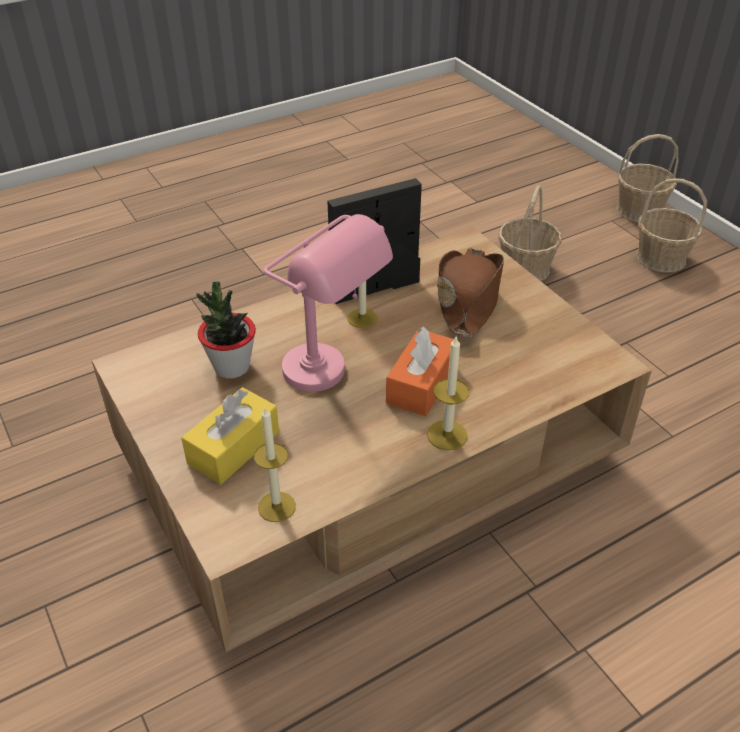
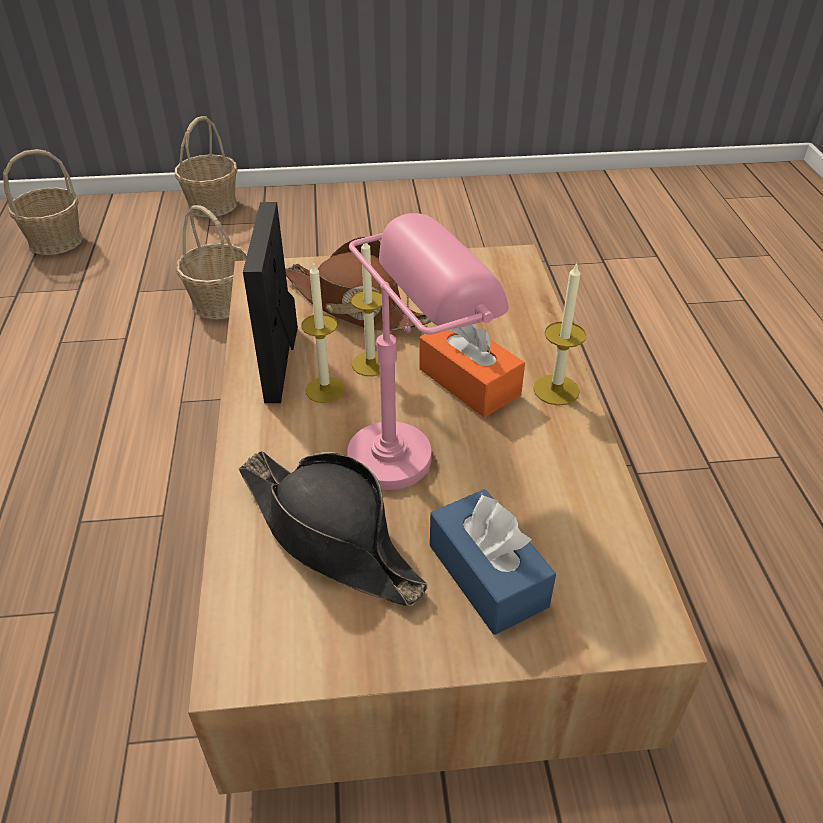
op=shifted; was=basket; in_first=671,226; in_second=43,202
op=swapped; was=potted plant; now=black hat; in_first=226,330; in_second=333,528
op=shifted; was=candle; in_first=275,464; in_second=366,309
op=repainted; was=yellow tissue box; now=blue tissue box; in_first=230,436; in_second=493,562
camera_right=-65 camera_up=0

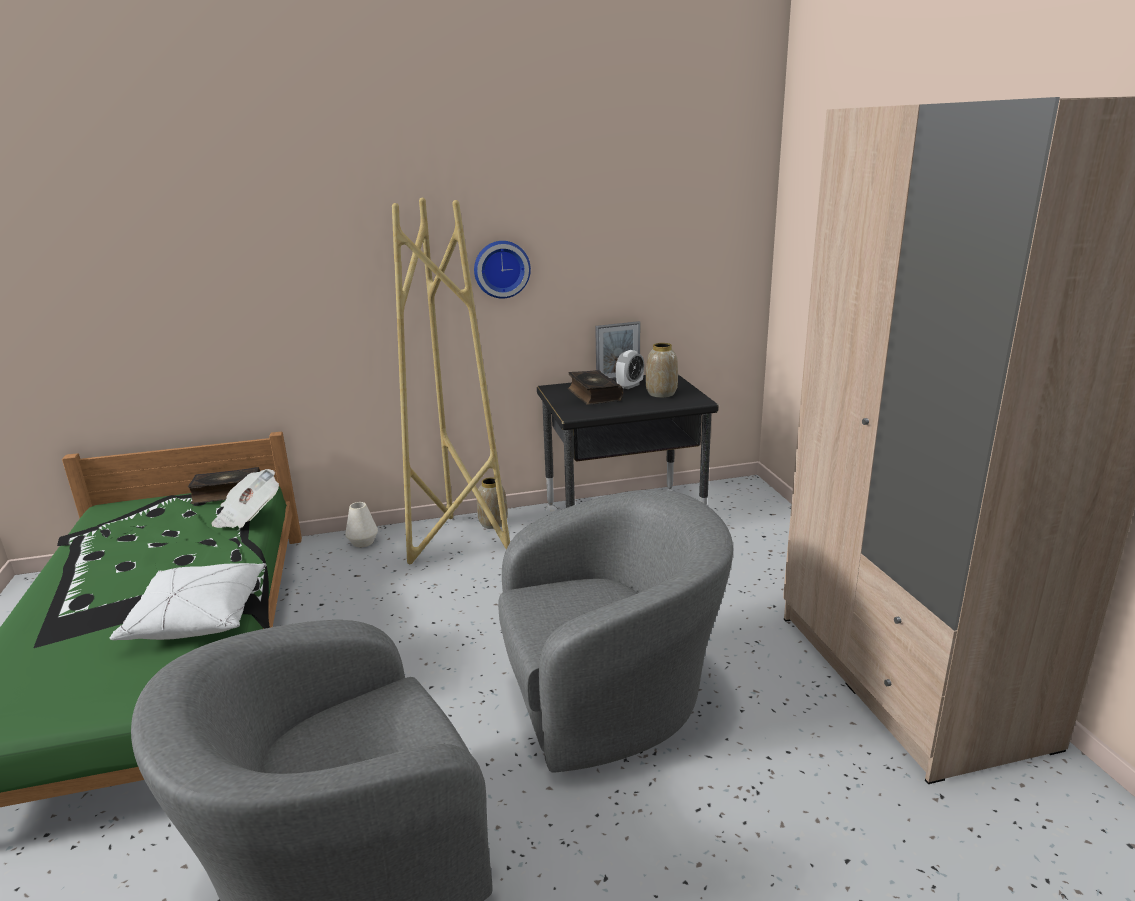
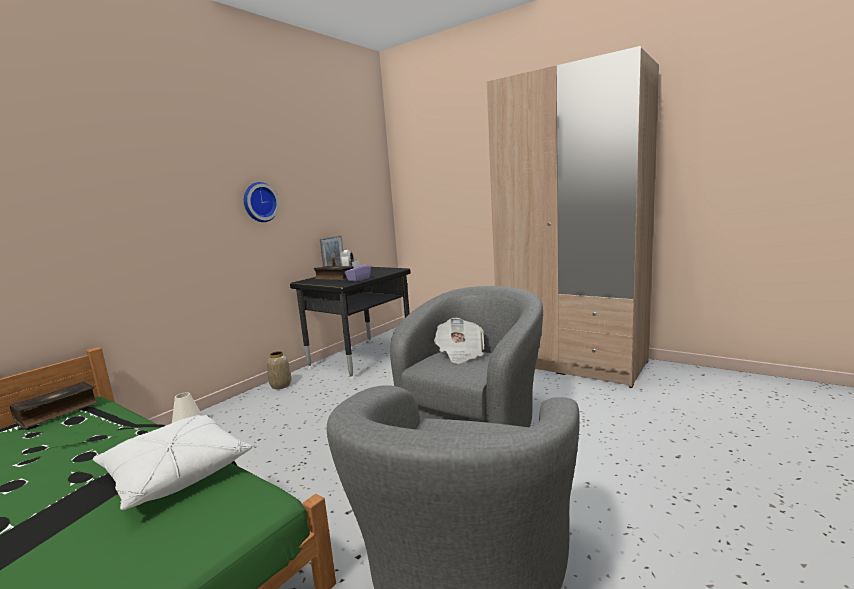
op=new; now=purple tissue box; in_second=357,271
op=shifted; was=newspaper; in_first=245,498; in_second=459,341
op=gone; was=yellow clothes rack; in_first=451,381
op=gone; was=vase; in_first=662,370
camera_right=-40 camera_up=-10

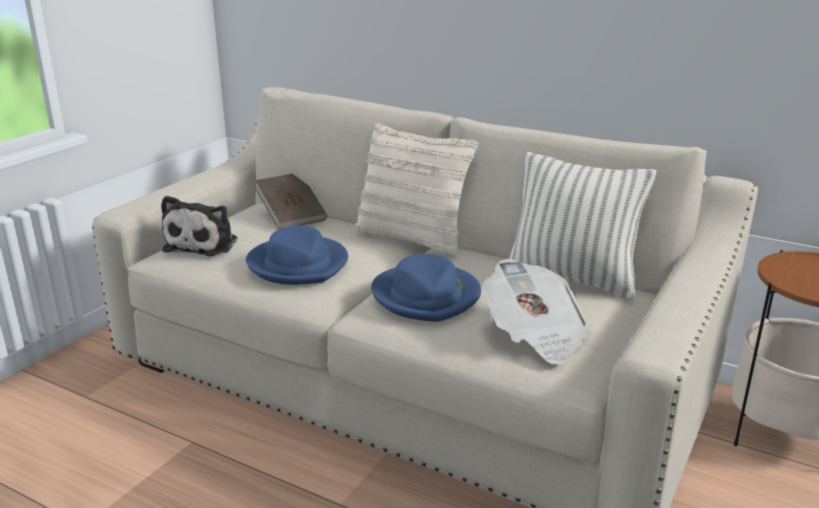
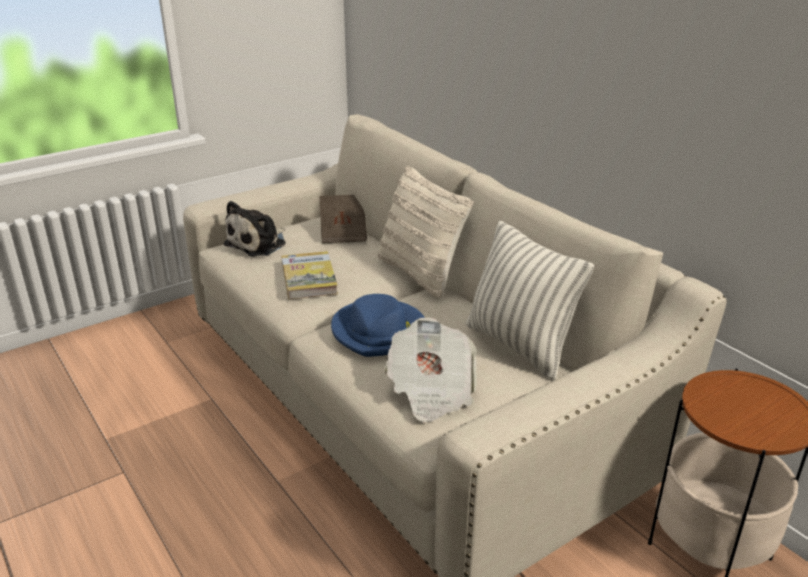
op=swapped; was=blue hat; now=book; in_first=297,255; in_second=309,275
camera_right=25 camera_up=5

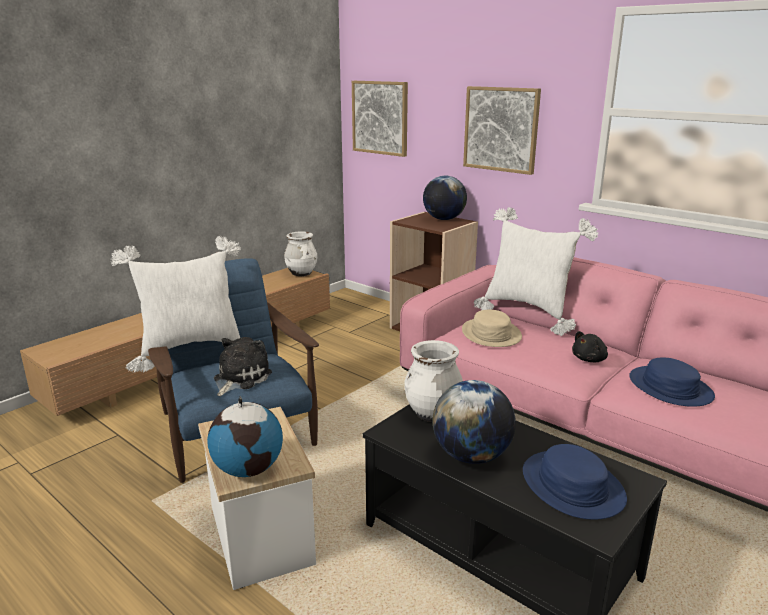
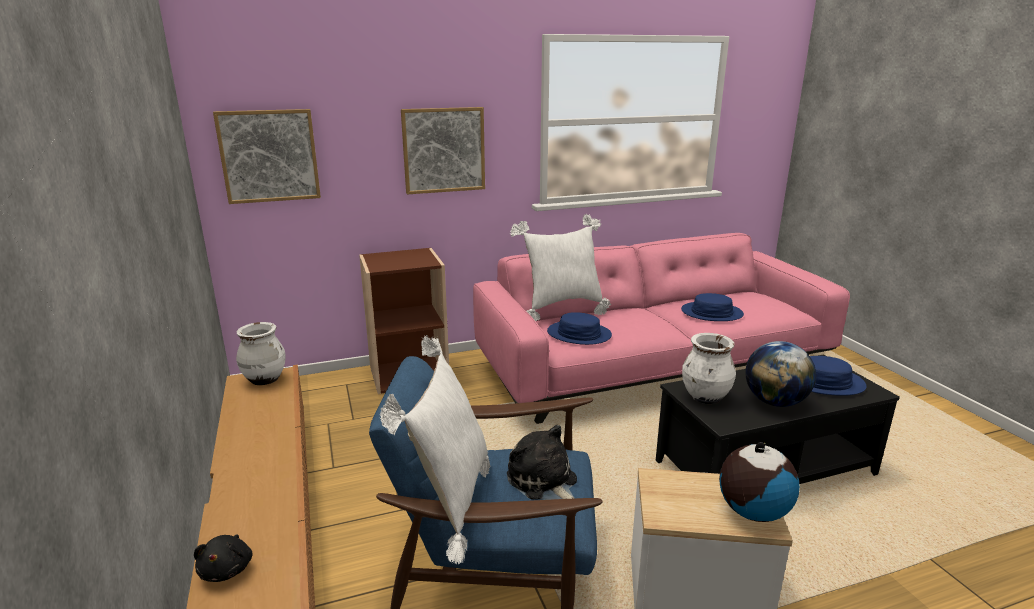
op=shifted; was=black plush toy; in_first=590,346; in_second=223,558
op=repainted; was=beige hat; now=blue hat; in_first=492,328; in_second=579,328
op=gone; was=globe; in_first=445,198
camera_right=-60 camera_up=0

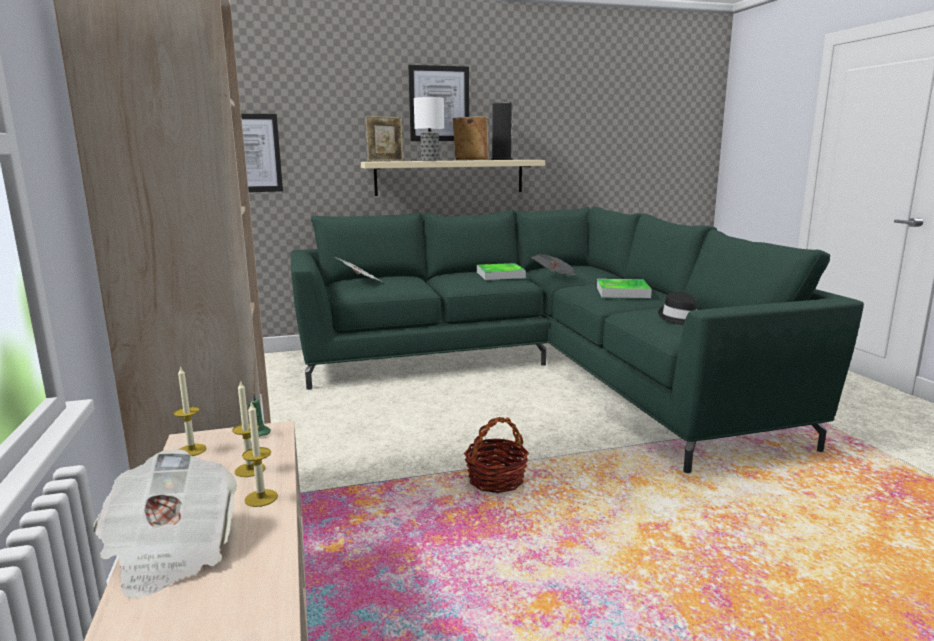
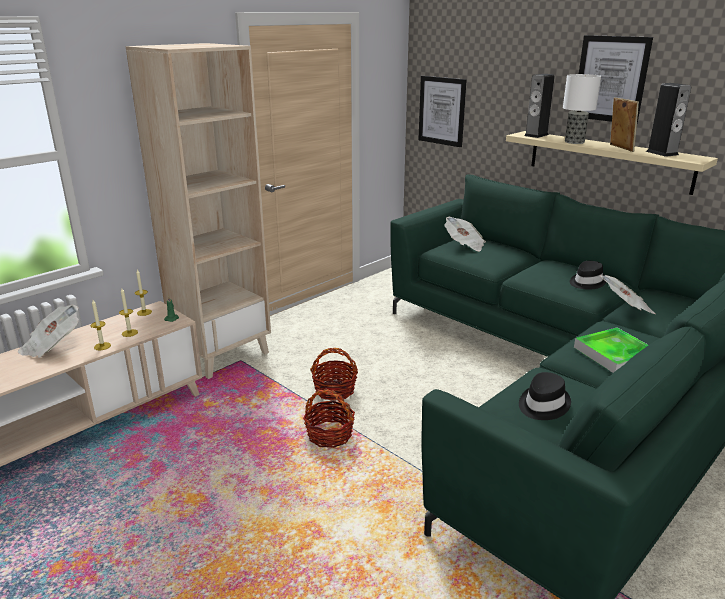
op=new; now=basket; in_second=334,374
op=swapped; was=picture frame; now=speaker; in_first=384,138; in_second=539,106
op=swapped; was=tray; now=black hat; in_first=501,271; in_second=588,275
camera_right=60 camera_up=10

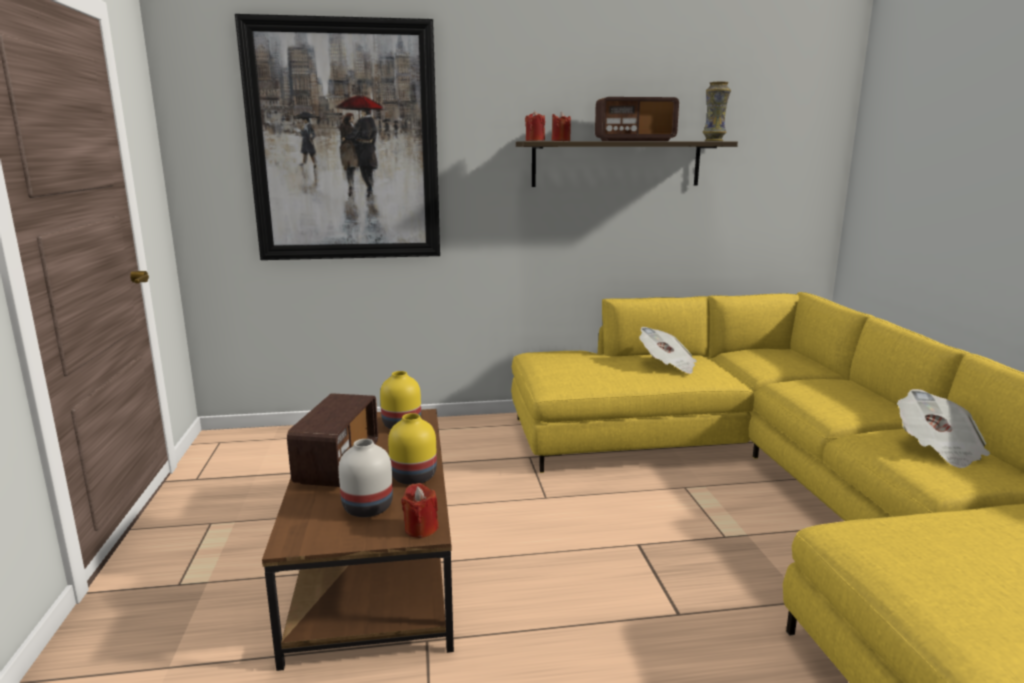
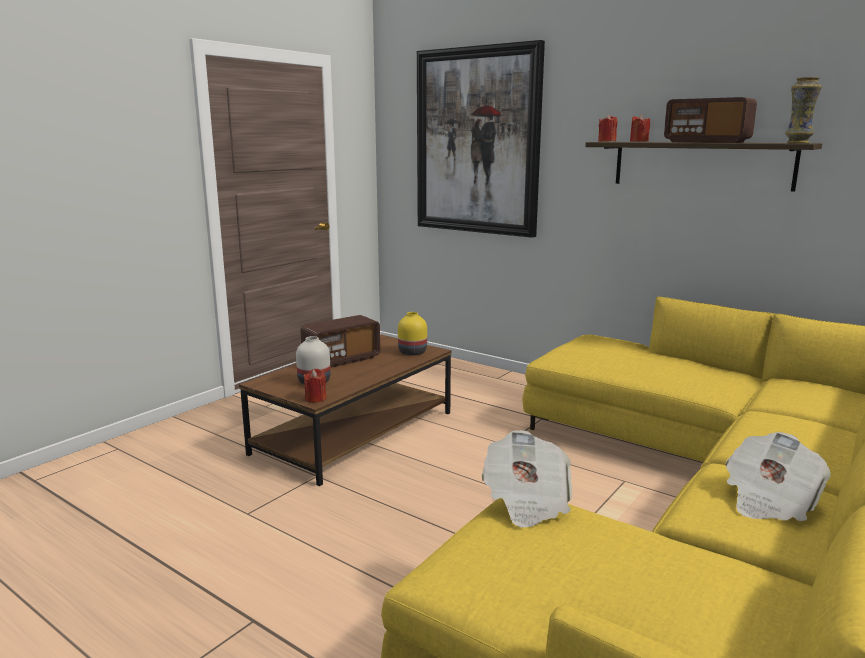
op=shifted; was=newspaper; in_first=668,350; in_second=526,479
op=gone; was=yellow vase; in_first=412,449
camera_right=45 camera_up=0

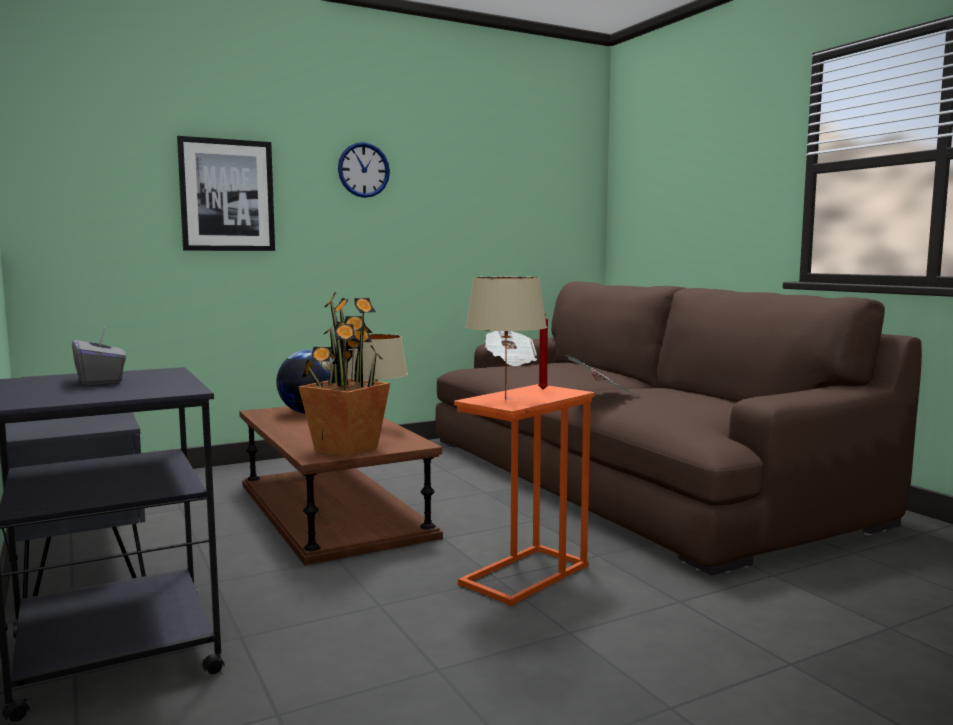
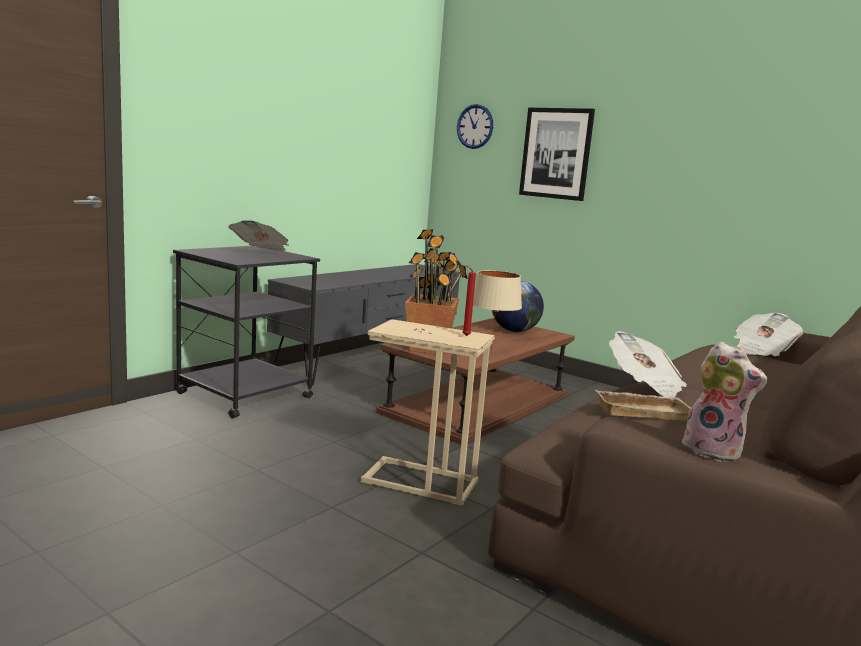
op=swapped; was=grey tissue box; now=newspaper; in_first=99,356; in_second=259,235
op=repainted; was=orange side table; now=beige side table; in_first=524,495; in_second=428,412
op=shifted; was=wall clock; in_first=364,170; in_second=475,126
op=new; now=beige tray; in_second=643,405
op=new; now=plush toy; in_second=724,402
op=gone; was=beige table lamp; in_first=506,338
camera_right=65 camera_up=5

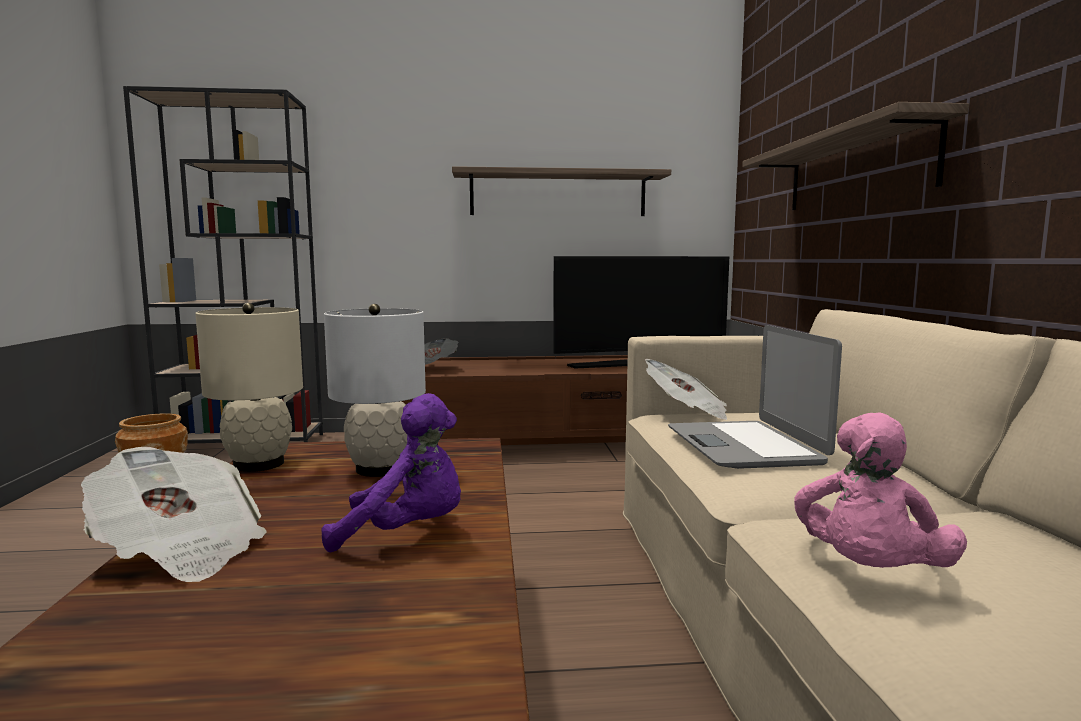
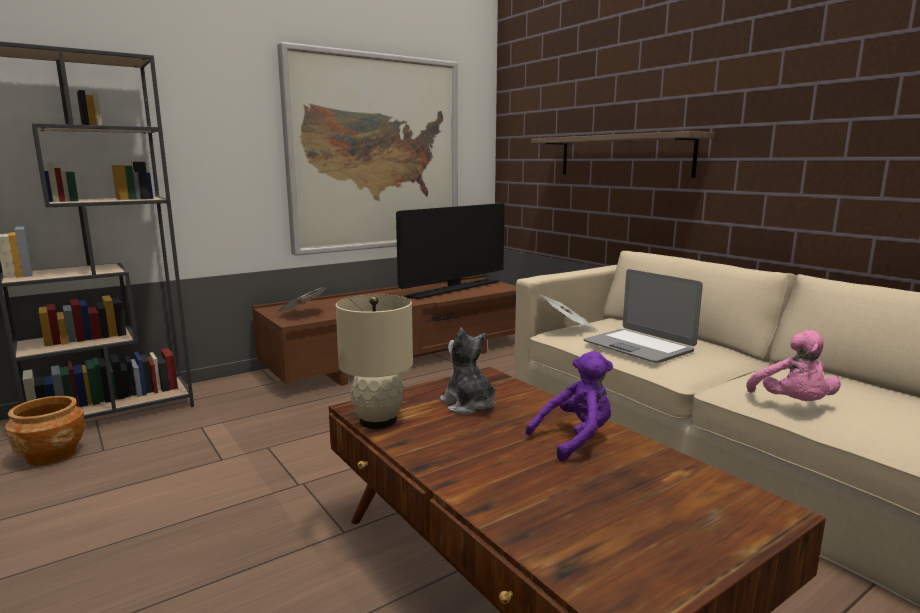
op=swapped; was=shelf; now=picture; in_first=561,191; in_second=367,149
op=swapped; was=white table lamp; now=plush toy; in_first=375,390; in_second=467,371
op=gone; was=newspaper; in_first=174,514
camera_right=-30 camera_up=5

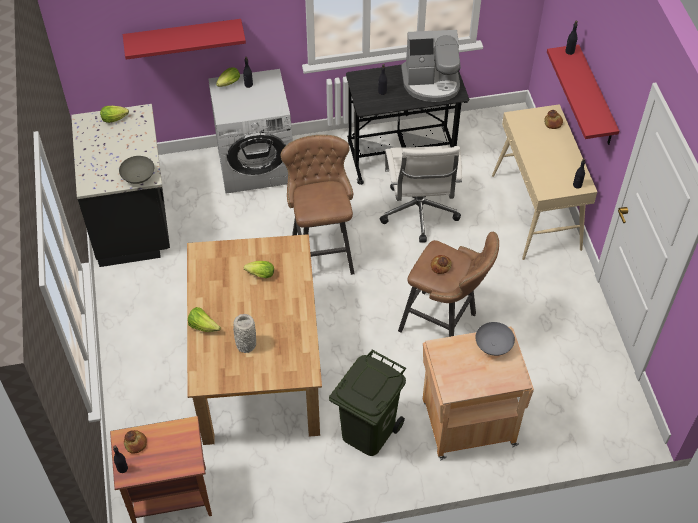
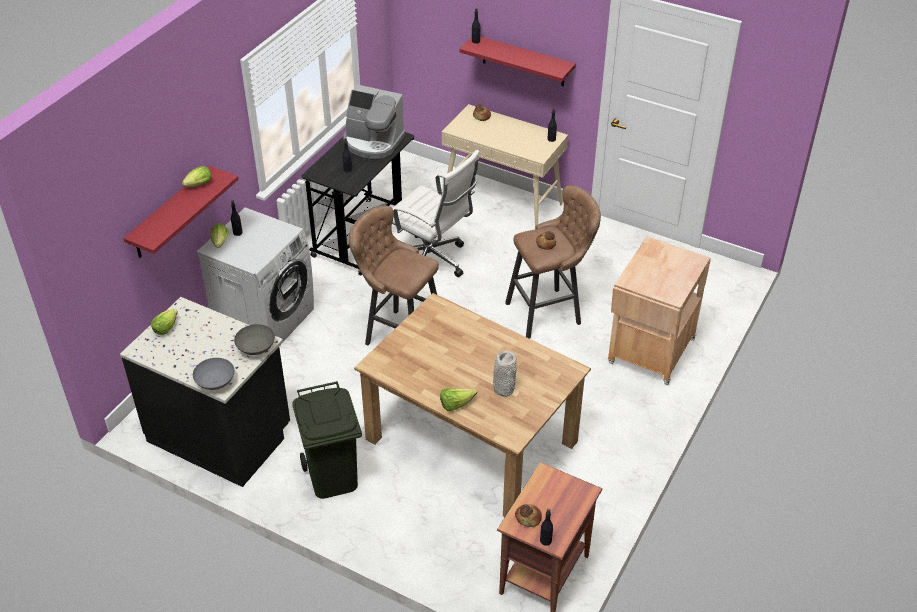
op=shifted; was=lettuce; in_first=259,269; in_second=197,176
op=shifted; was=grey bowl; in_first=495,339; in_second=214,374
op=shifted; was=green trash can; in_first=367,402; in_second=327,440
op=rotated; was=coffee machine; in_first=431,66; in_second=374,122; clockwise=75
camera_right=-50 camera_up=-10

